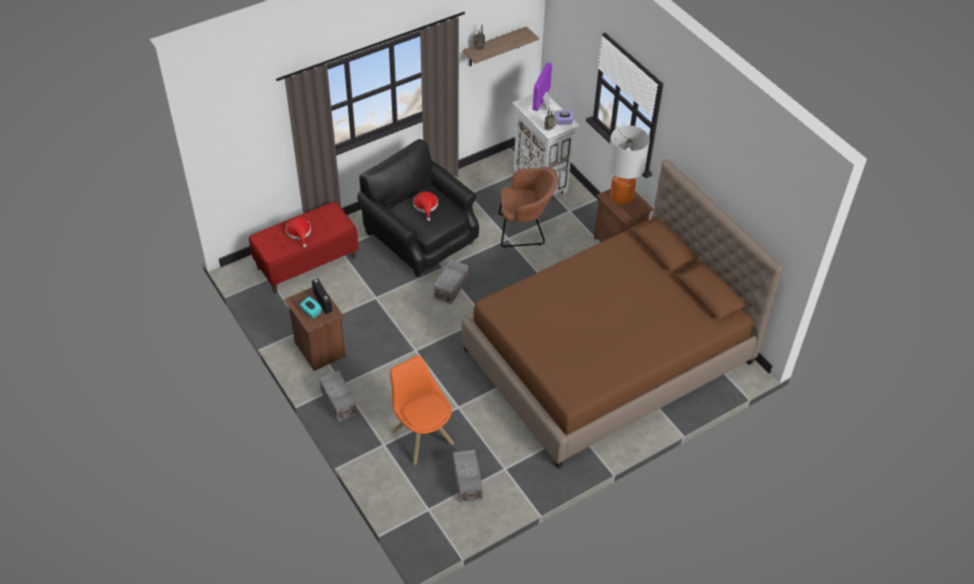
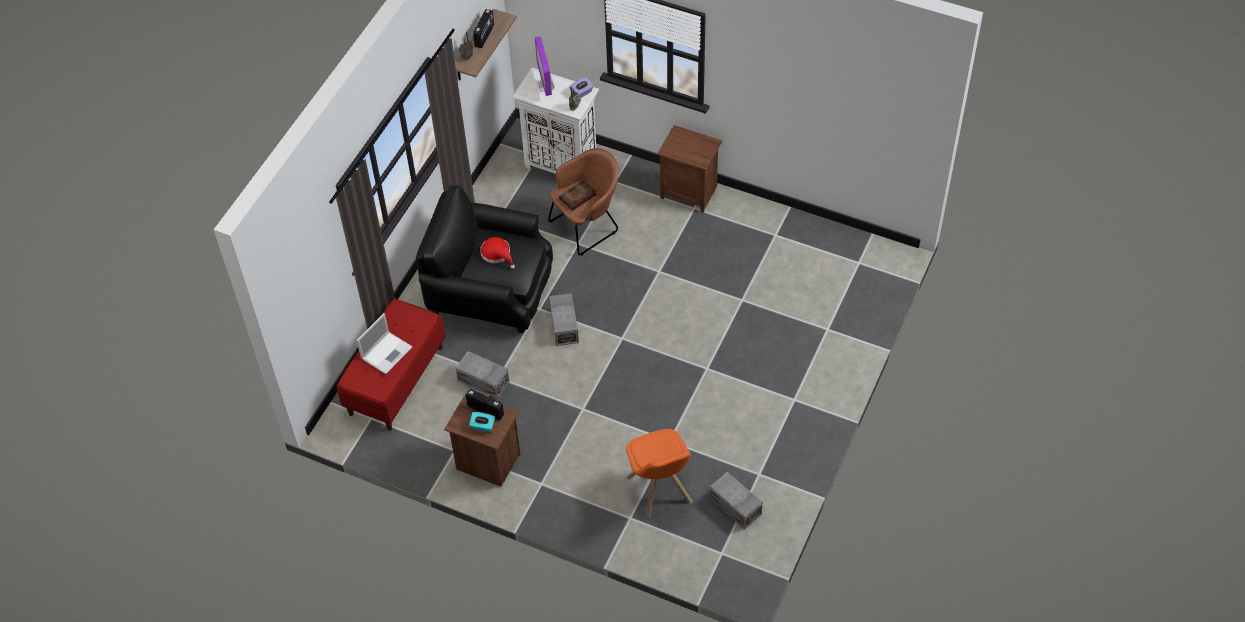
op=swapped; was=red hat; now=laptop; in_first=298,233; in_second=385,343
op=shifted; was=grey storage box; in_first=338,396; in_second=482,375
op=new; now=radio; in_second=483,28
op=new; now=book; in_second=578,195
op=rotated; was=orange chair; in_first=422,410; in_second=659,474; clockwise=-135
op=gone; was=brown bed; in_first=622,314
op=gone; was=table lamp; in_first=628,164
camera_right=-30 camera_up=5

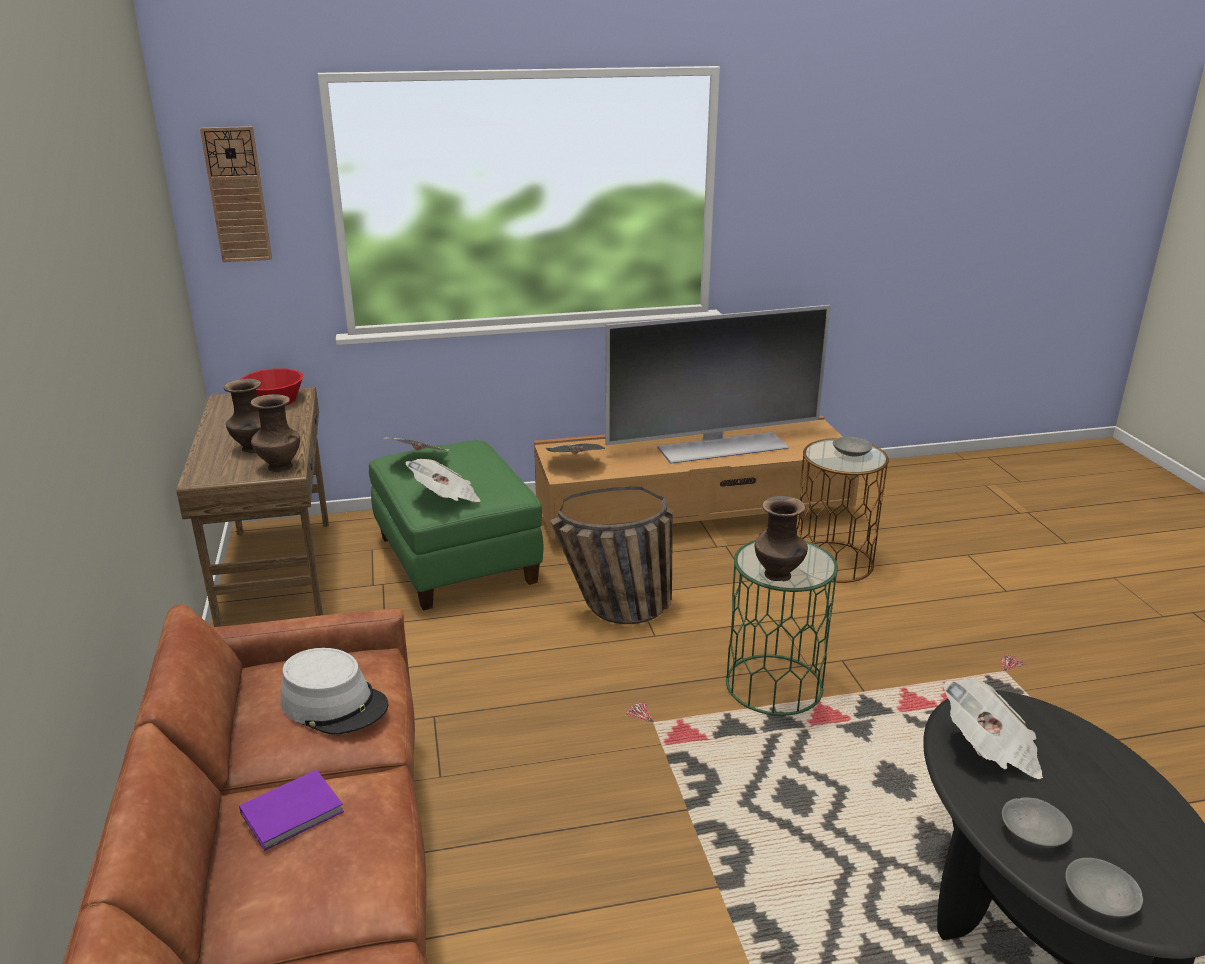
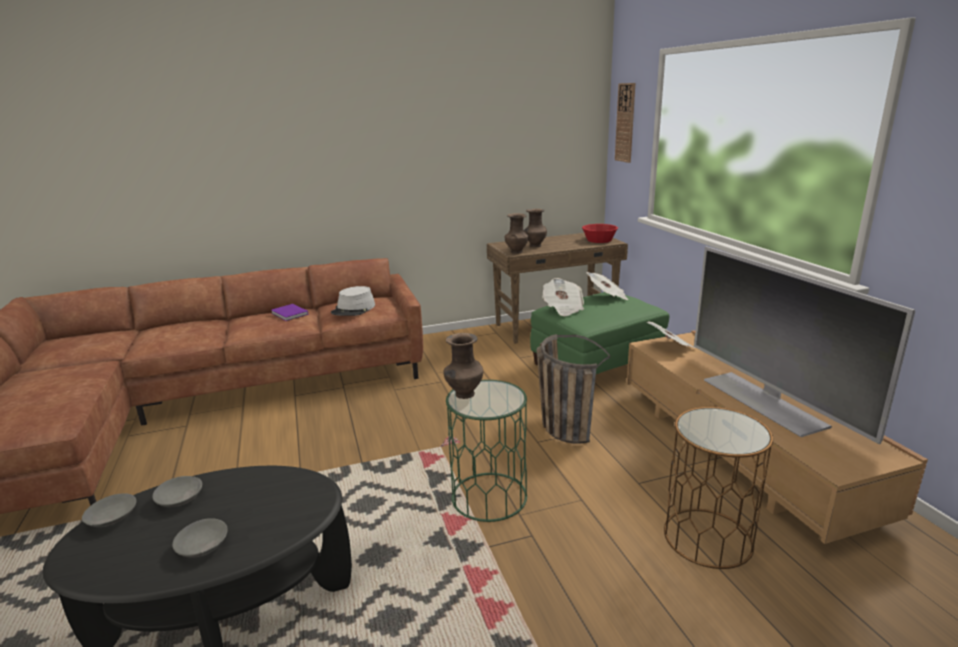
op=shifted; was=grey bowl; in_first=852,446; in_second=200,538
op=gone; was=newspaper; in_first=993,728
camera_right=85 camera_up=-5

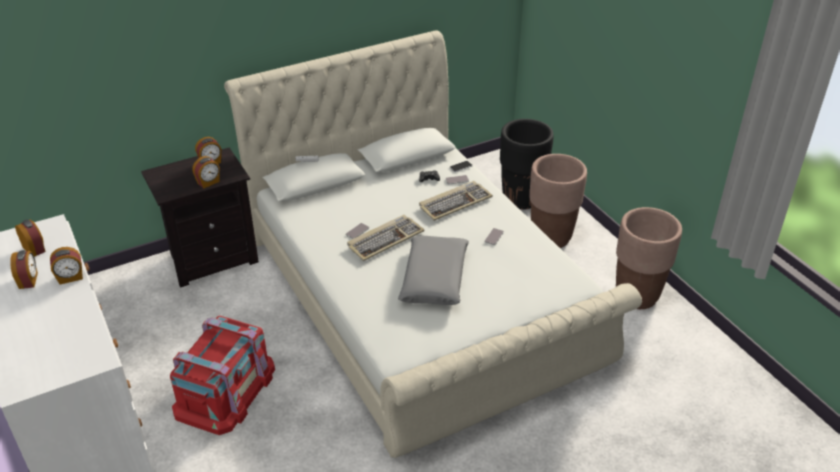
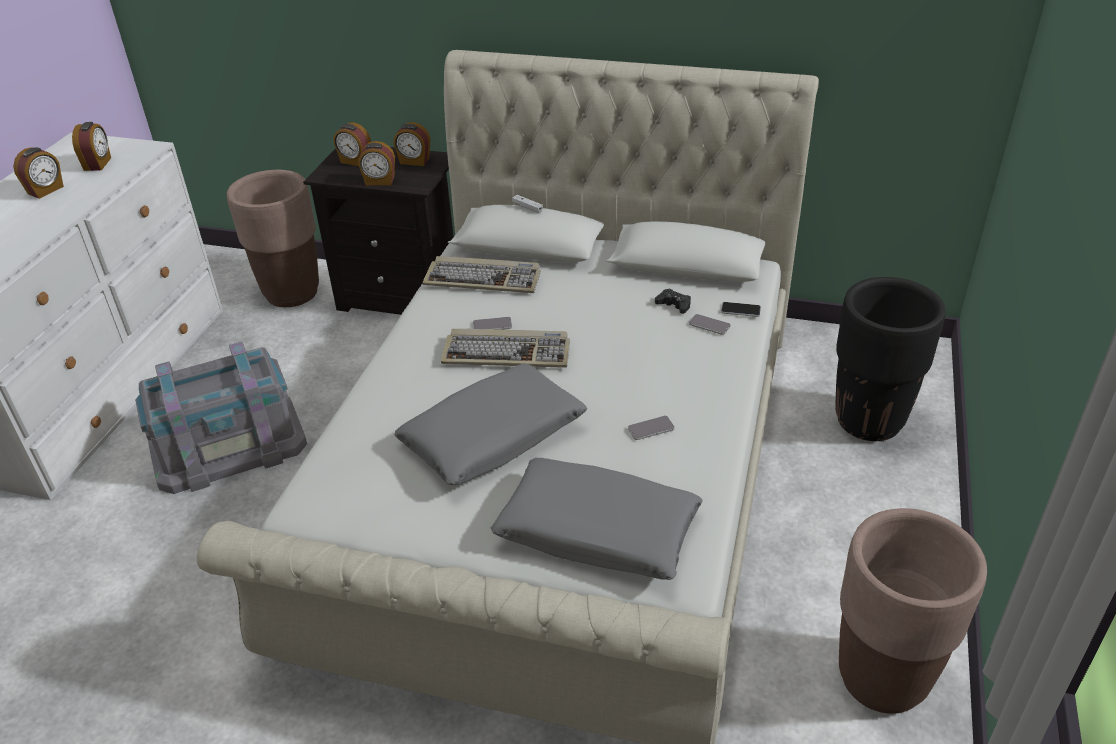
op=repainted; was=red storage box; now=grey storage box; in_first=222,375; in_second=221,418
op=shifted; was=brown planter; in_first=558,201; in_second=273,238
op=shifted; was=alarm clock; in_first=66,265; in_second=352,144
op=shifted; was=keyboard; in_first=456,201; in_second=482,274
op=new; now=grey pillow; in_second=597,519
camera_right=45 camera_up=0

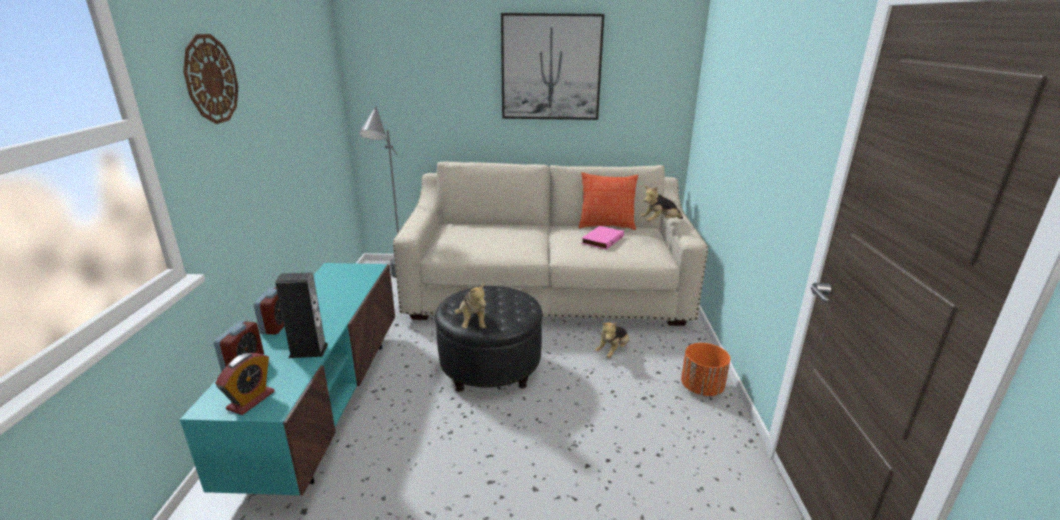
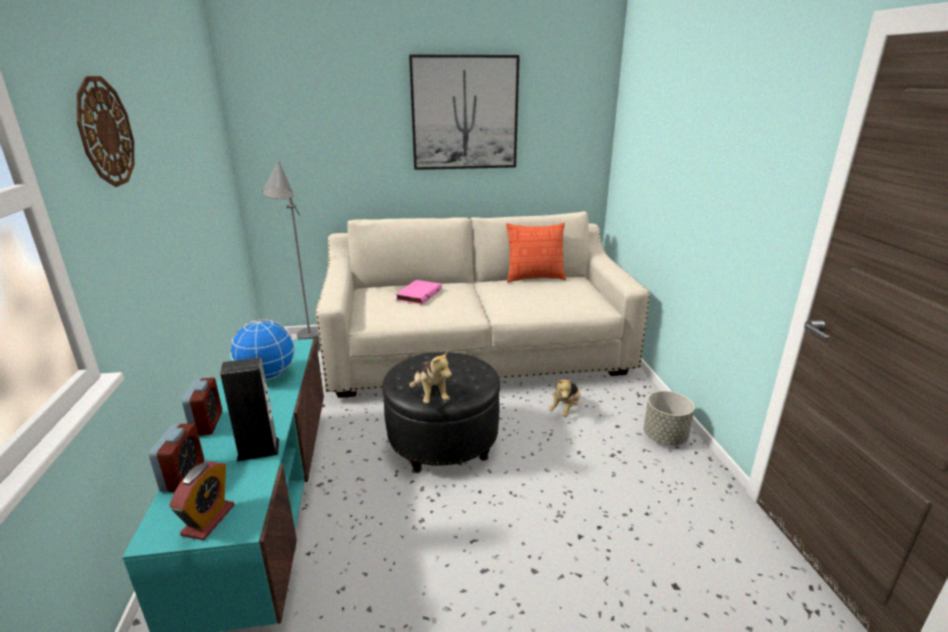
op=new; now=globe; in_second=262,349
op=shifted; was=pink book; in_first=602,238; in_second=418,292
op=repainted; was=orange planter; now=grey planter; in_first=705,369; in_second=669,418
op=gone; was=plush toy; in_first=662,204
camera_right=-10 camera_up=0

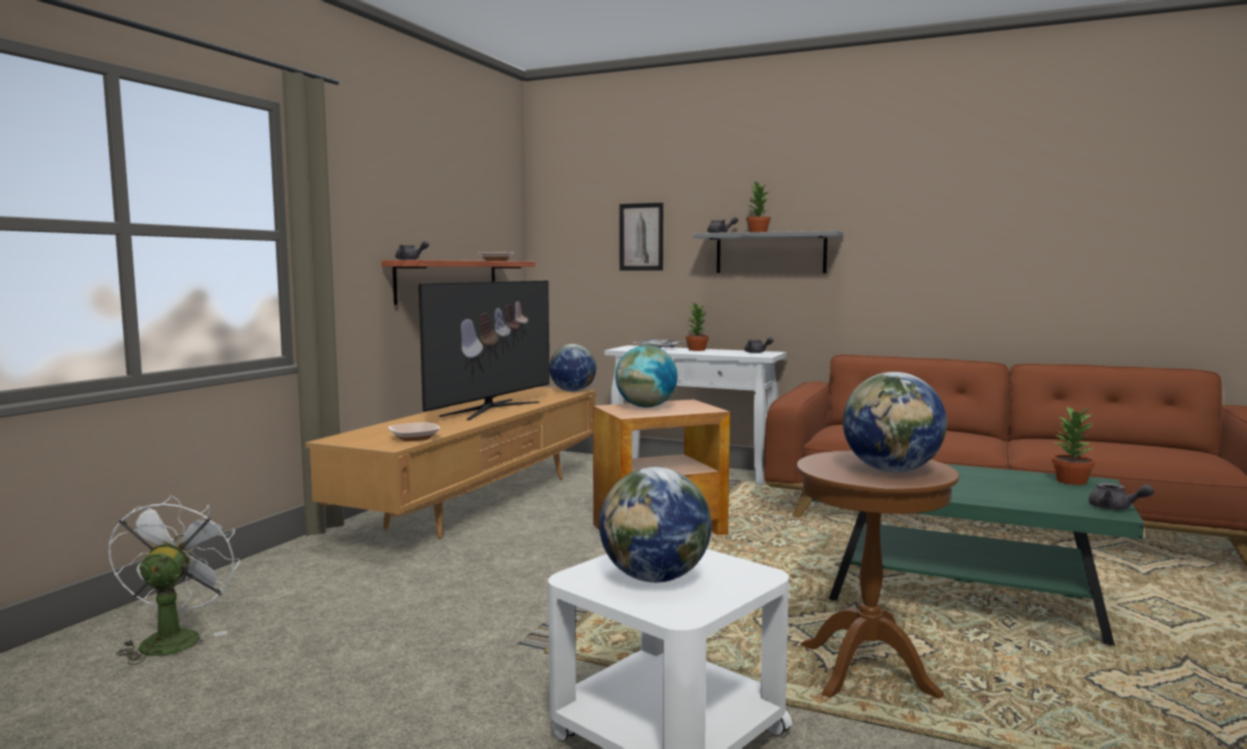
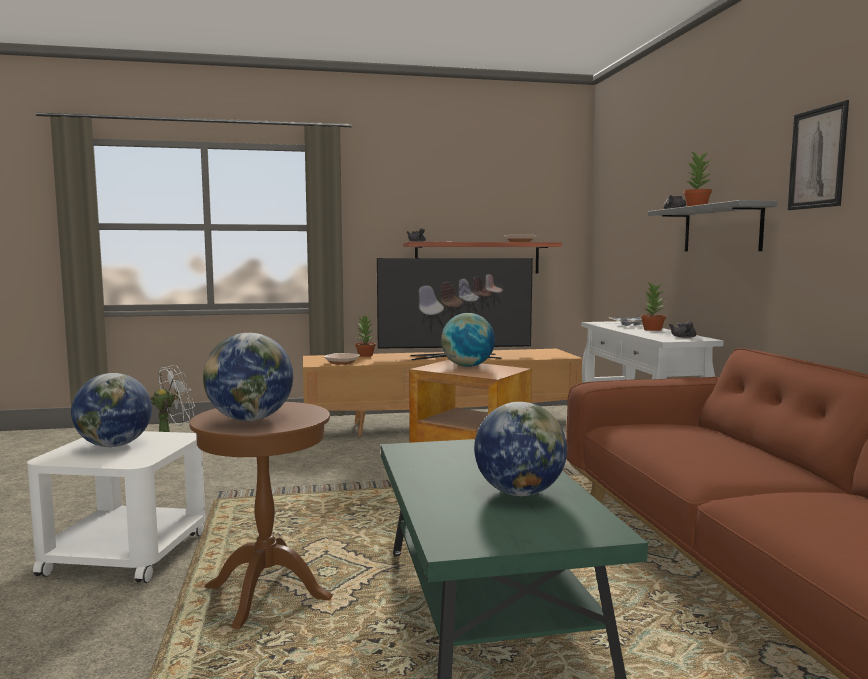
op=shifted; was=potted plant; in_first=1073,445; in_second=365,336
op=shifted; was=globe; in_first=572,368; in_second=520,449
op=shifted; was=picture; in_first=641,237; in_second=818,155
op=gone; was=grey teapot; in_first=1121,496
camera_right=55 camera_up=0

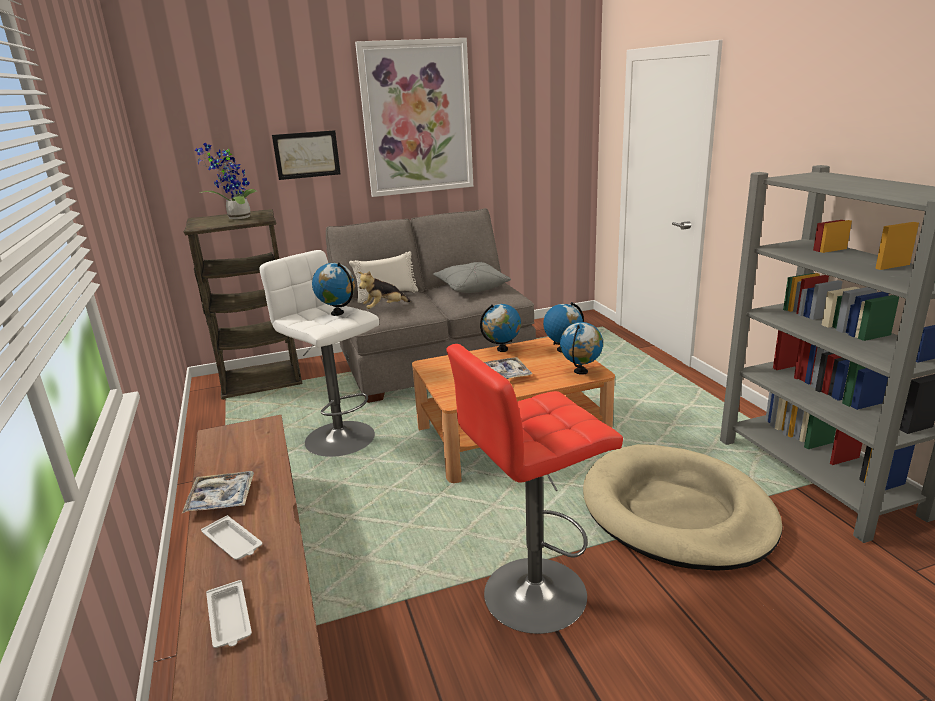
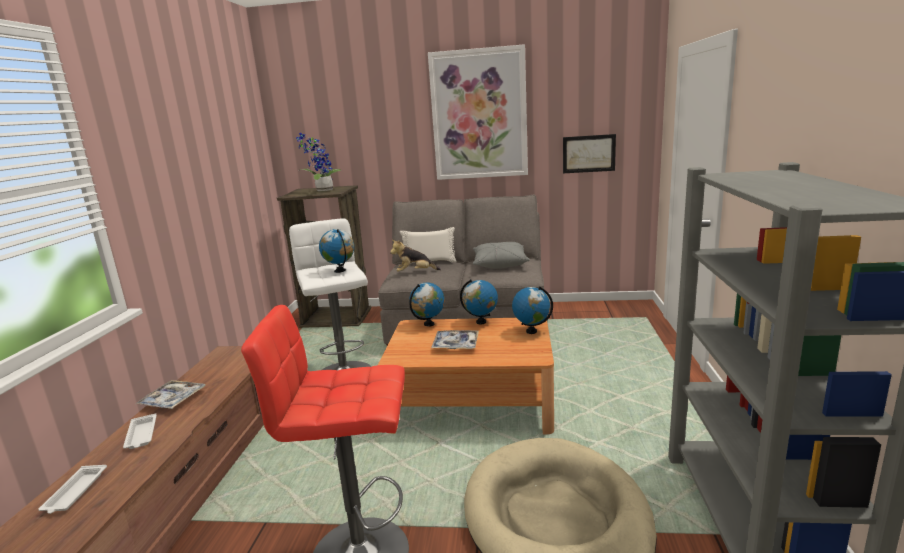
op=shifted; was=globe; in_first=581,348; in_second=427,305
op=shifted; was=picture; in_first=306,155; in_second=589,153
camera_right=25 camera_up=-5

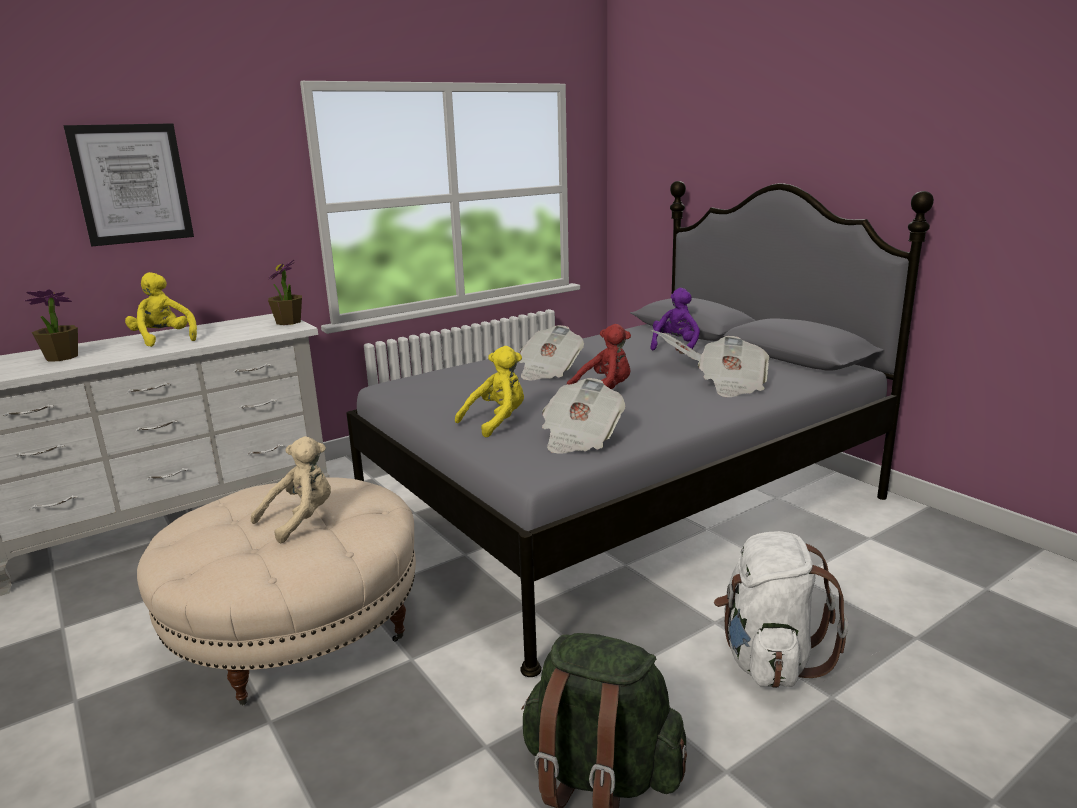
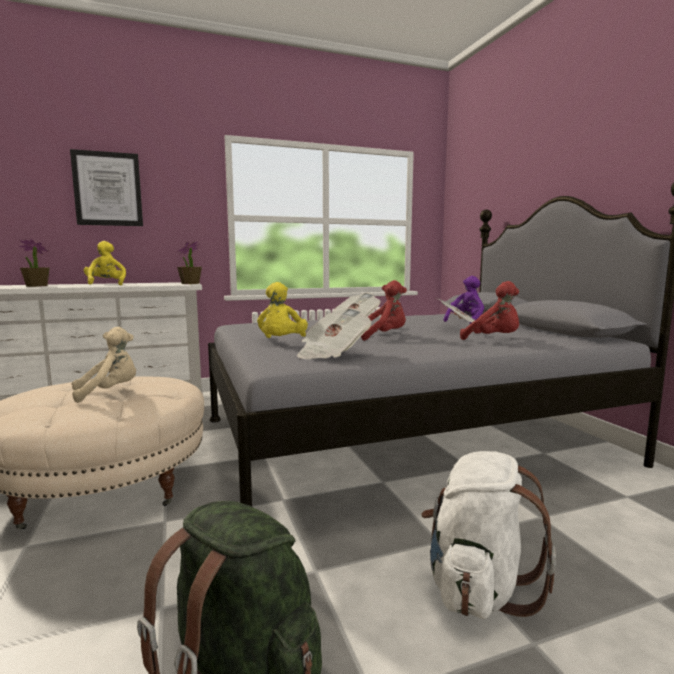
op=rotated; was=yellow plush toy; in_first=489,391; in_second=282,310; clockwise=120
op=swapped; was=newspaper; now=red plush toy; in_first=734,366; in_second=489,310
camera_right=15 camera_up=-10

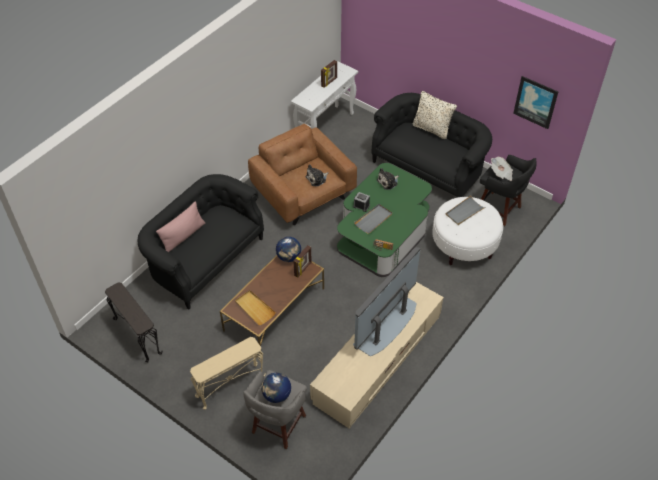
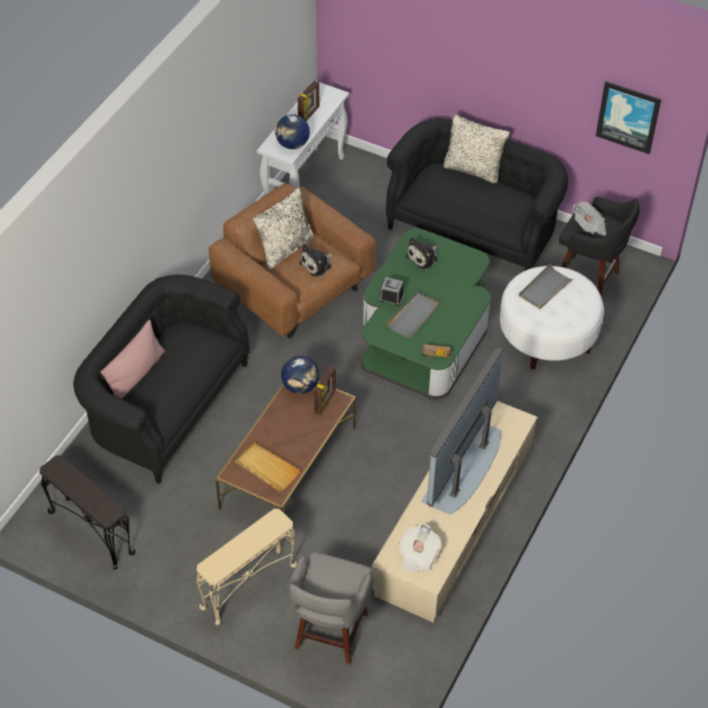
op=new; now=beige pillow; in_second=283,228
op=shifted; was=globe; in_first=276,388; in_second=292,131
op=new; now=newspaper; in_second=420,548
camera_right=-10 camera_up=0

